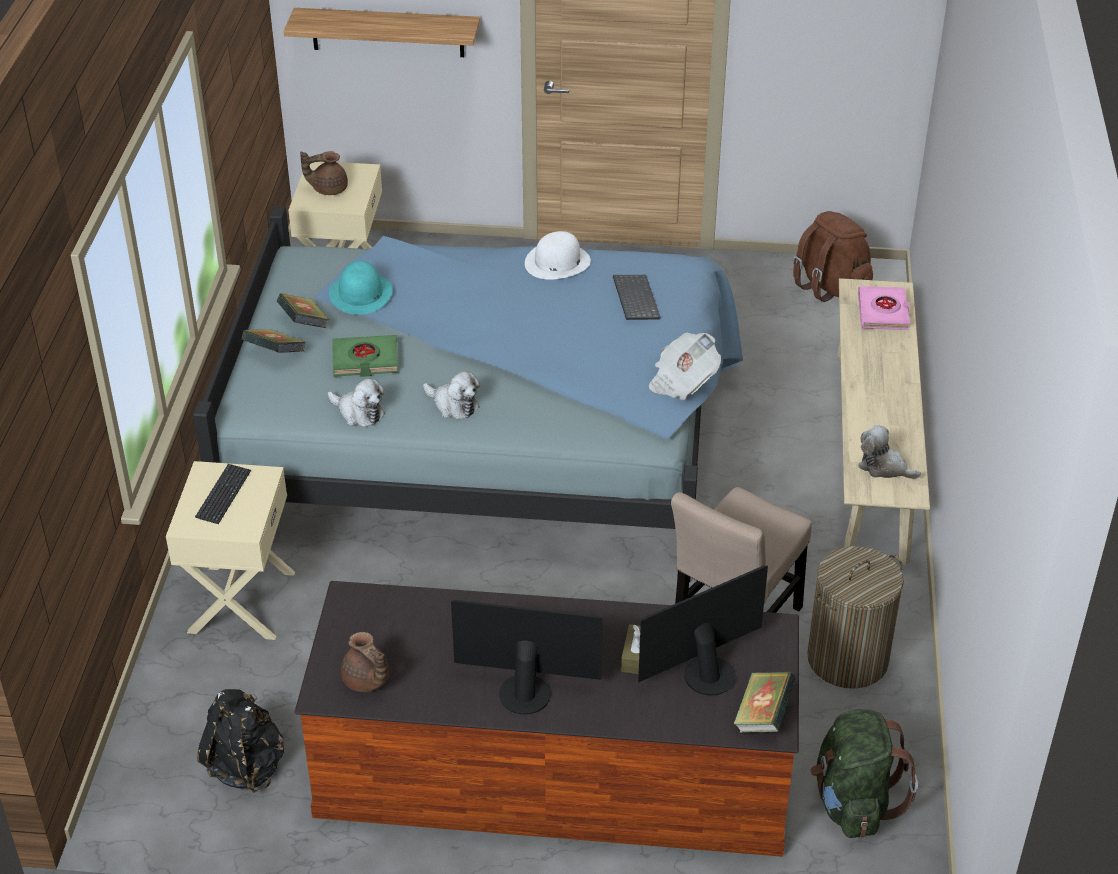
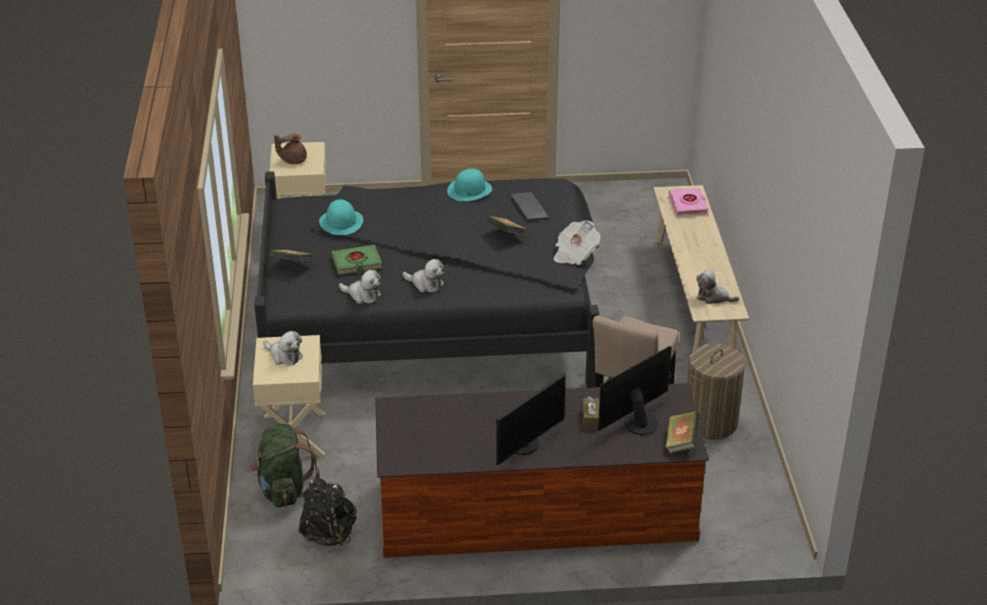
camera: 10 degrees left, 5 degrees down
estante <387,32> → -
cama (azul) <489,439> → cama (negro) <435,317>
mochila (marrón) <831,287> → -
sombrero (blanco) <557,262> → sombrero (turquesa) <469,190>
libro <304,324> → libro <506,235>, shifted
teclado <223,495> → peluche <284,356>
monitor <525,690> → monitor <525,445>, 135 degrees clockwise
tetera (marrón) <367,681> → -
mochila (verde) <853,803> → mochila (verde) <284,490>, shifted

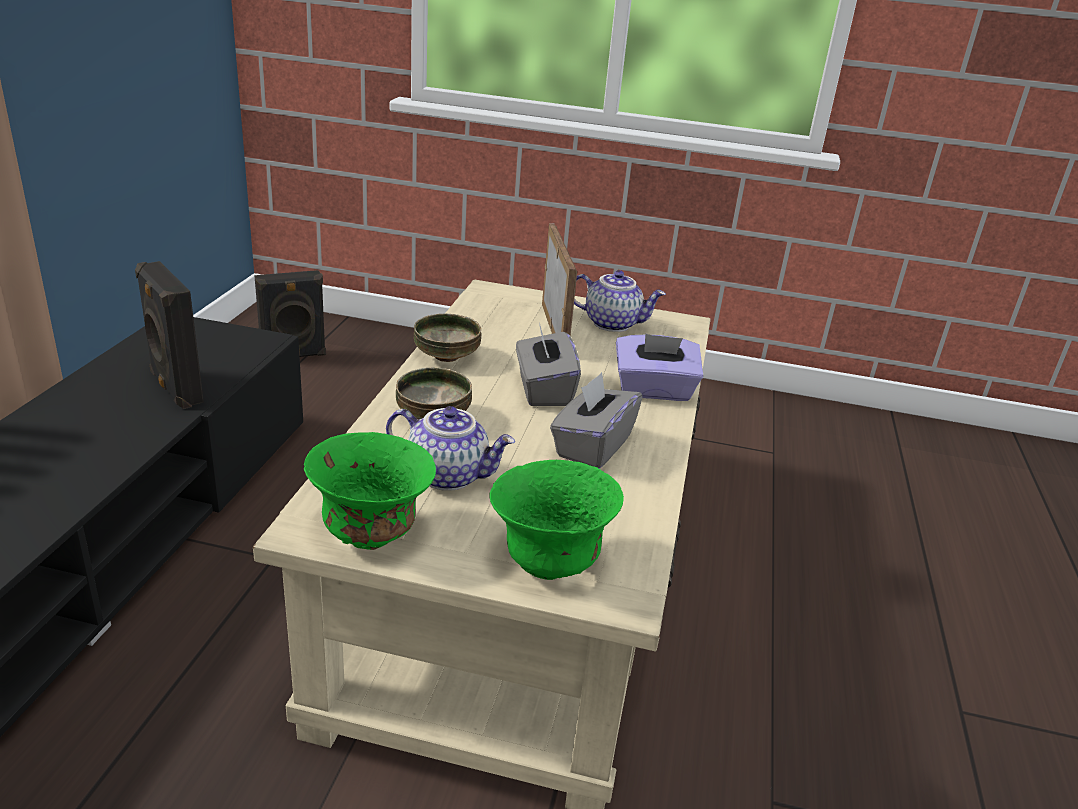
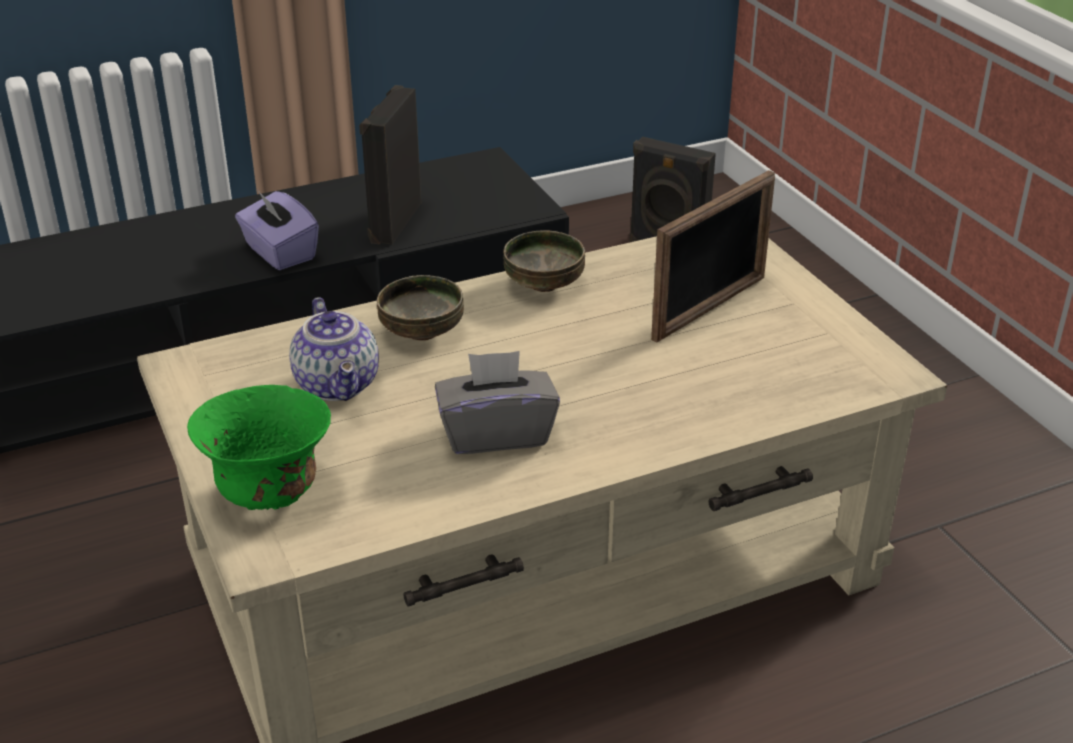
camera: 55 degrees right, 5 degrees up
tetera <613,323> → -
caja de pañuelos (gris) <543,390> → -
caja de pañuelos (morado) <654,391> → caja de pañuelos (morado) <279,253>, shifted
cuenco (verde) <371,533> → -

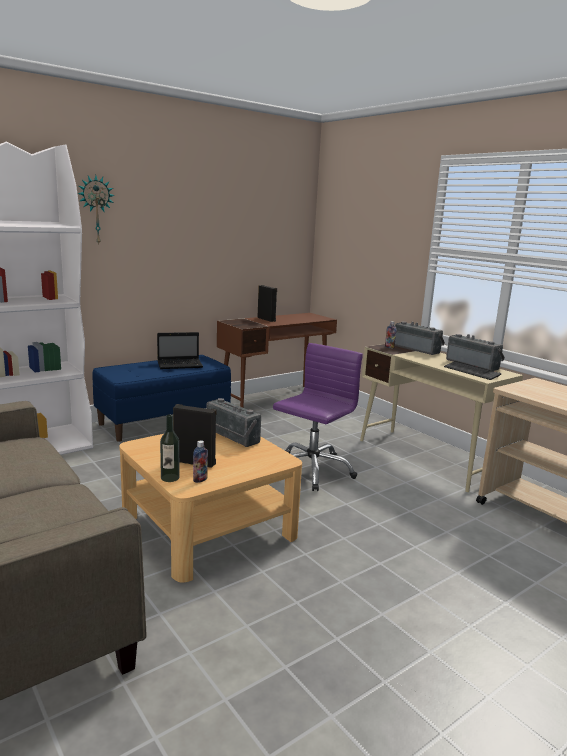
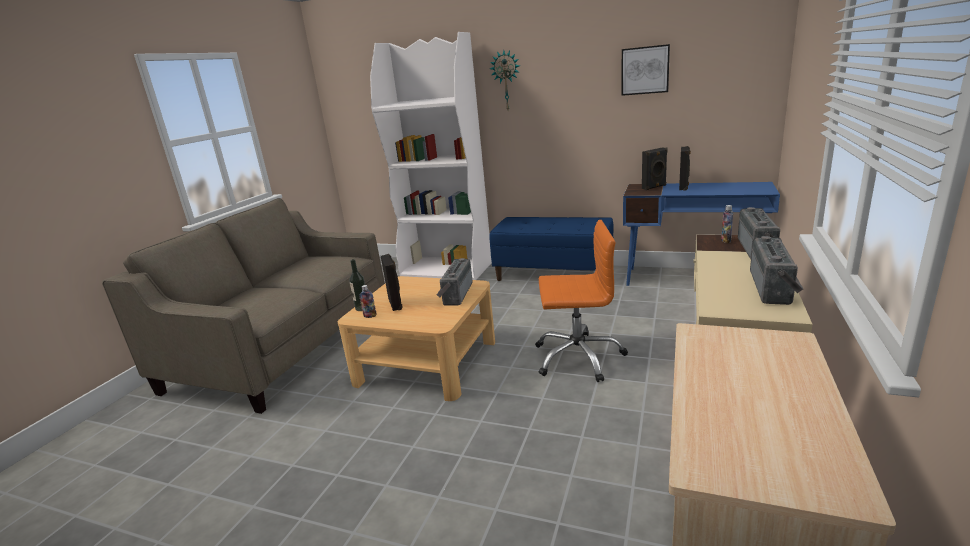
camera: 60 degrees right, 5 degrees up
escritorio (marrón) <275,399> → escritorio (azul) <692,279>
portátil <181,365> → -
silla de oficina (morado) <311,470> → silla de oficina (naranja) <578,357>
teclado <471,372> → -
- → cuadro <645,70>
- → altavoz (negro) <654,187>

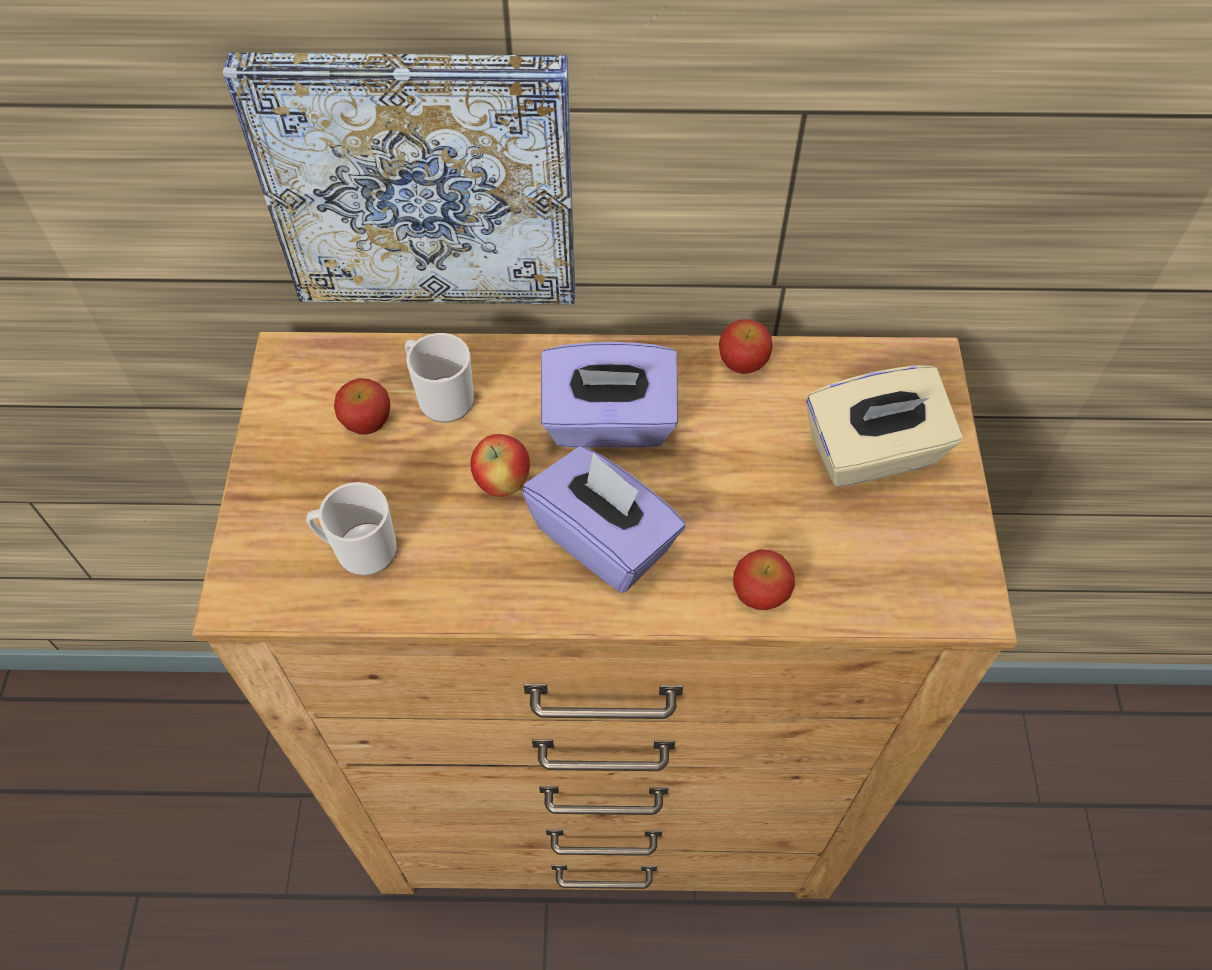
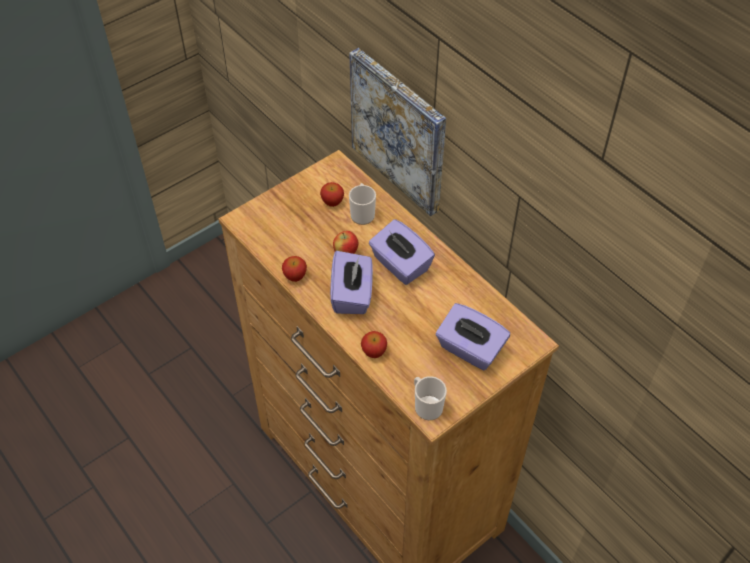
camera: 50 degrees right, 5 degrees down
manzana <743,363> → manzana <295,276>, shifted
caja de pañuelos (beis) <873,453> → caja de pañuelos (morado) <470,349>
taza grande <359,550> → taza grande <426,406>, shifted

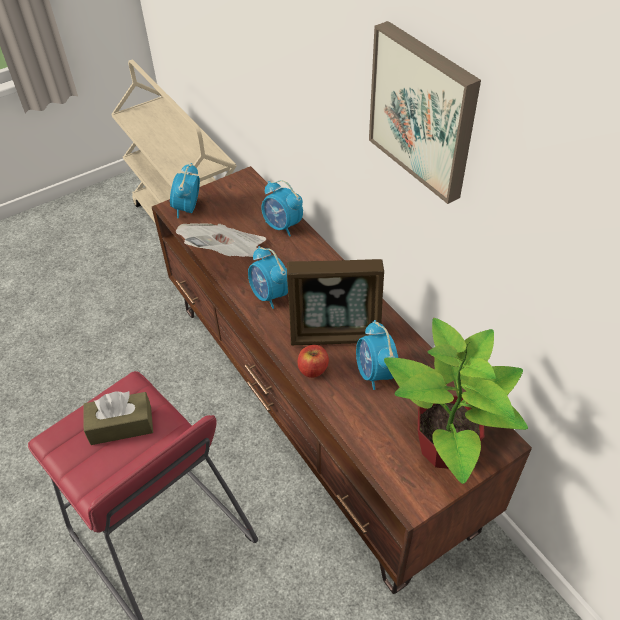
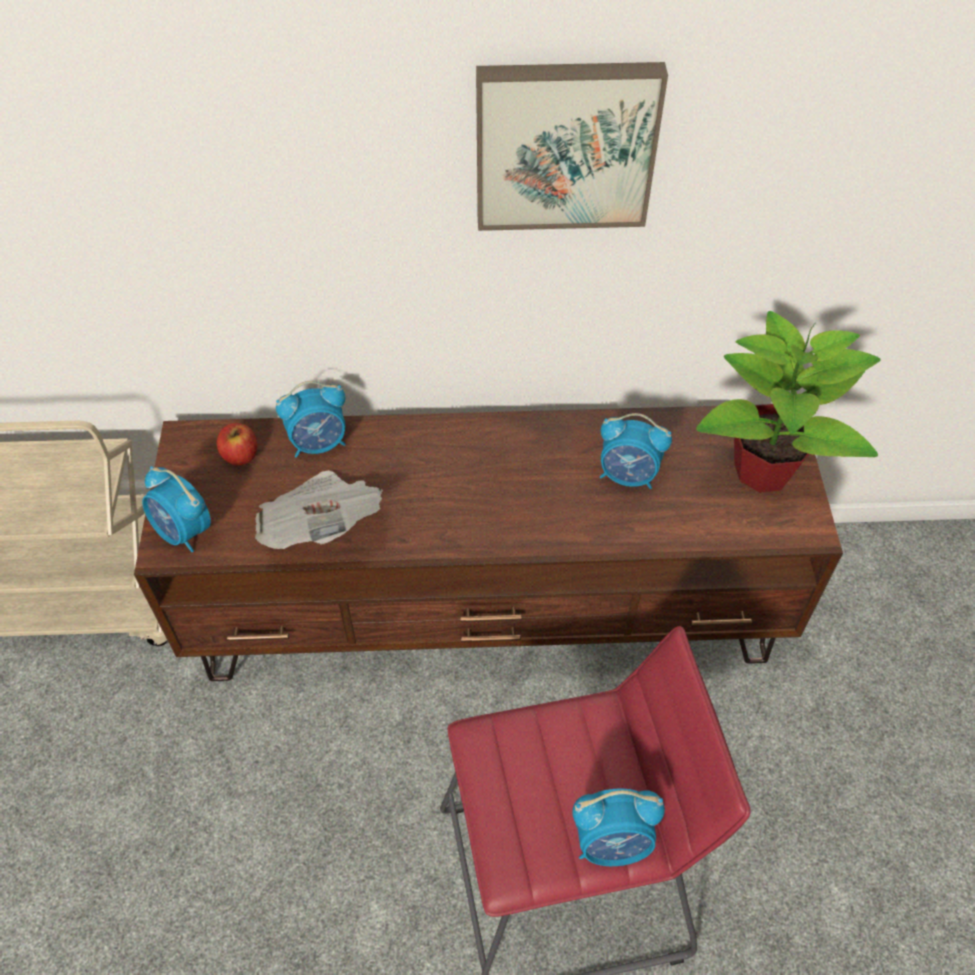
camera: 60 degrees left, 5 degrees up
despertador <269,295> → despertador <612,842>, shifted
portarretratos <335,333> → -
manzana <313,369> → manzana <240,455>, shifted
caja de pañuelos (marrón) <121,425> → -

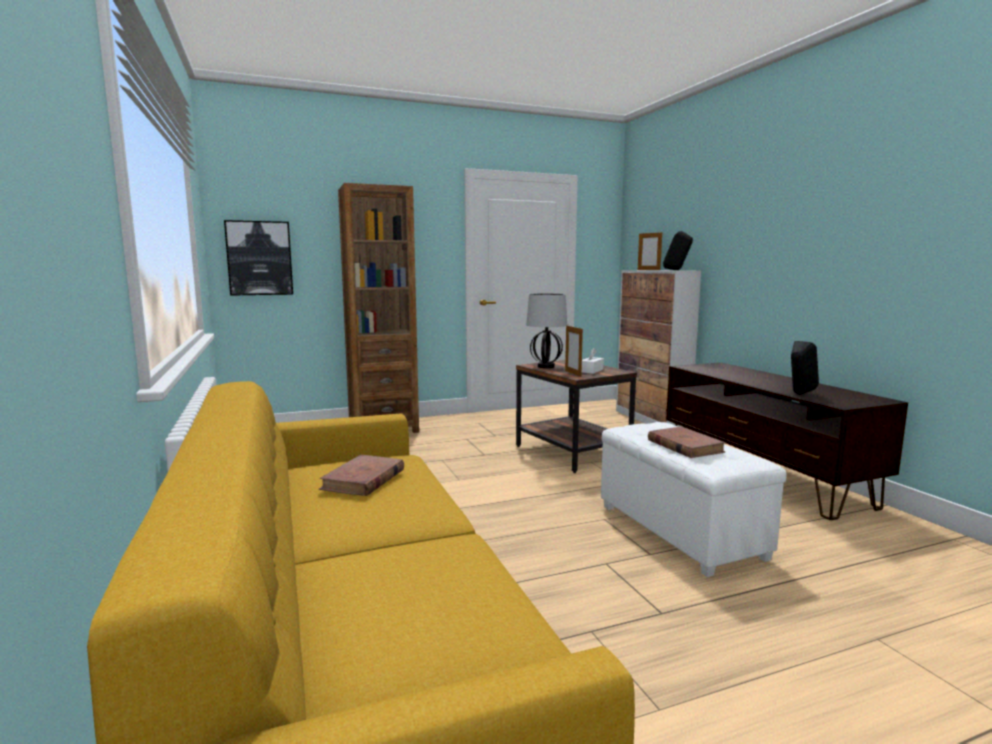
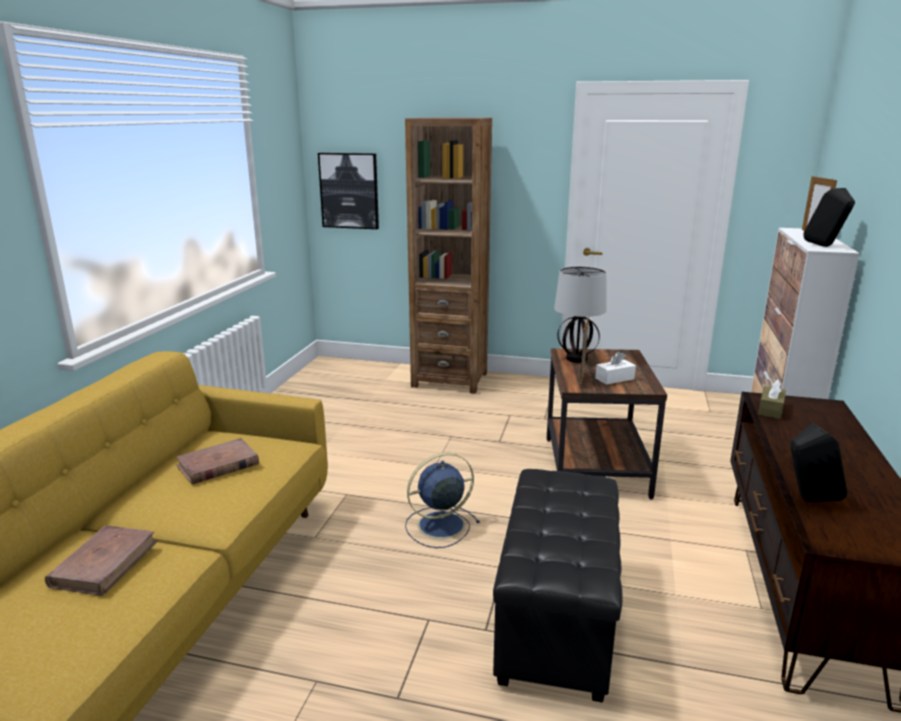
camera: 35 degrees right, 10 degrees up
puf (blanco) <680,532> → puf (negro) <558,618>
libro (marrón) <684,446> → libro (marrón) <105,563>, shifted
- → caja de pañuelos (marrón) <770,409>
- → ventilador (azul) <439,526>

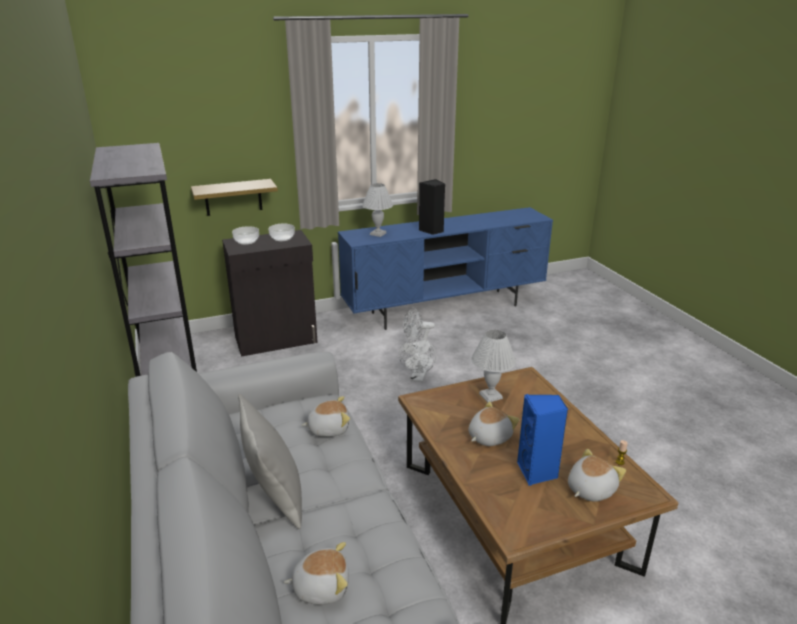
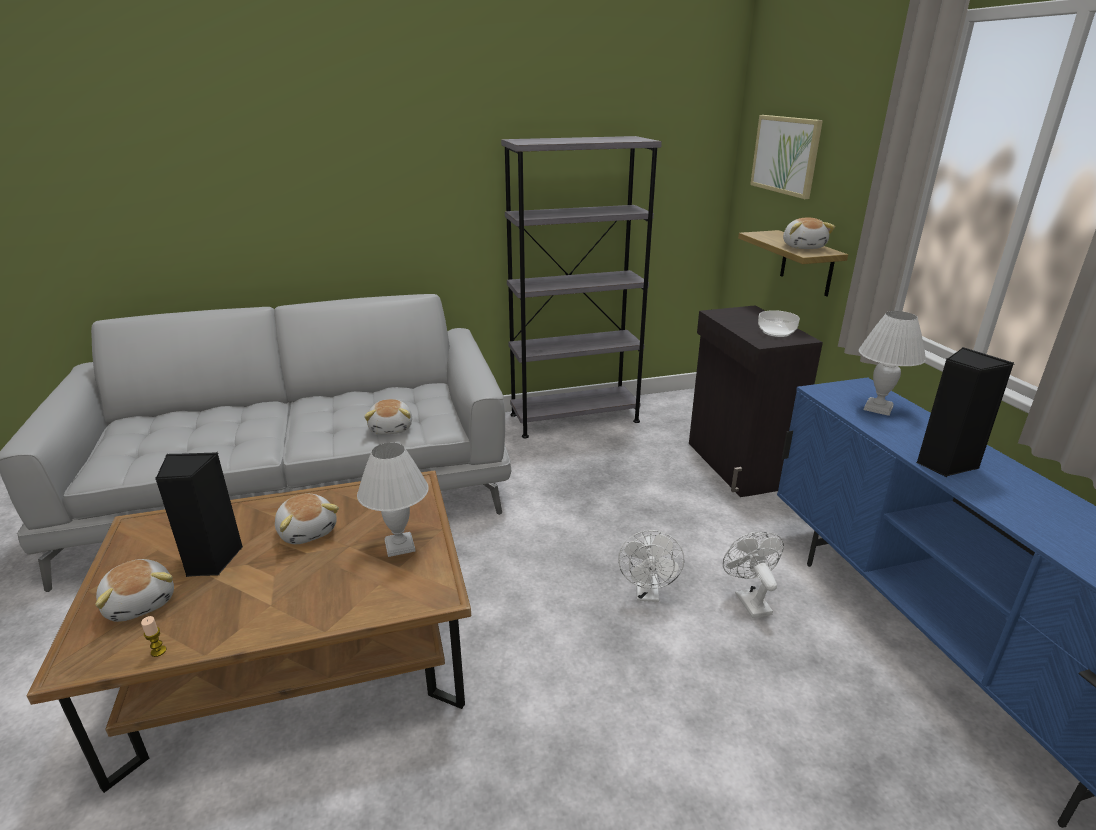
camera: 95 degrees right, 0 degrees up
cuenco <246,241> → -
ventilador (blanco) <418,378> → ventilador (blanco) <648,594>, 105 degrees counterclockwise
cojín (gris) <275,496> → -
altavoz (azul) <537,472> → altavoz (negro) <211,561>
peluche <321,587> → peluche <803,247>, shifted
- → cuadro <785,155>

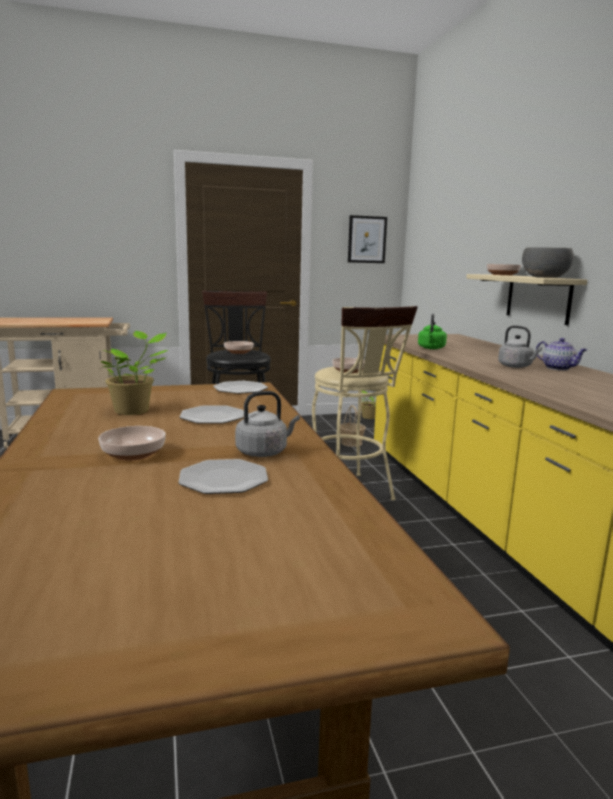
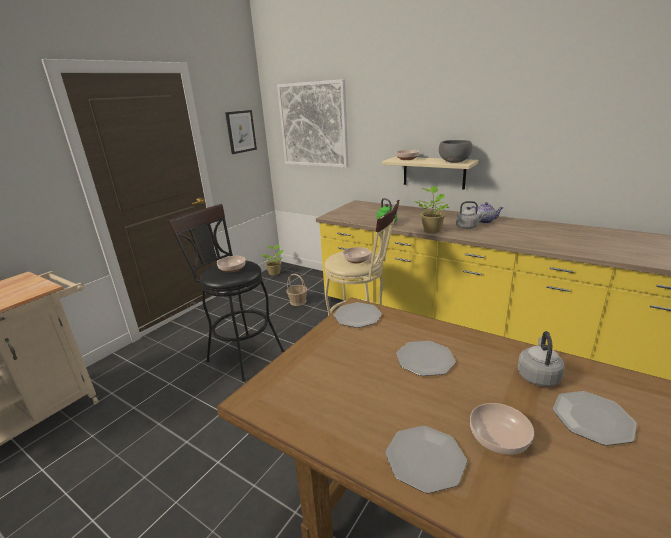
camera: 40 degrees left, 10 degrees up
planta en maceta <134,410> → planta en maceta <431,230>, shifted
- → cuadro <313,125>
- → plato <425,459>

